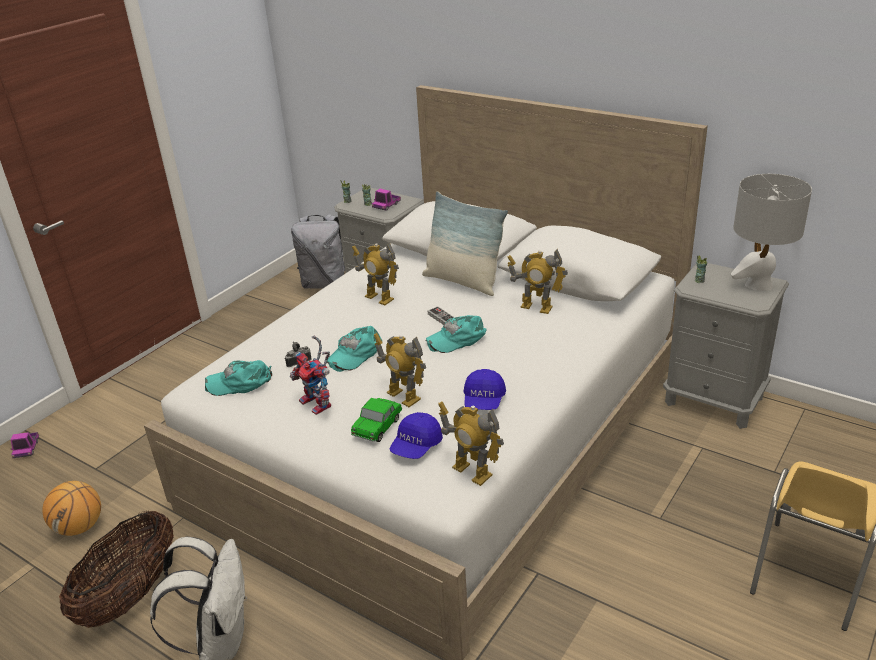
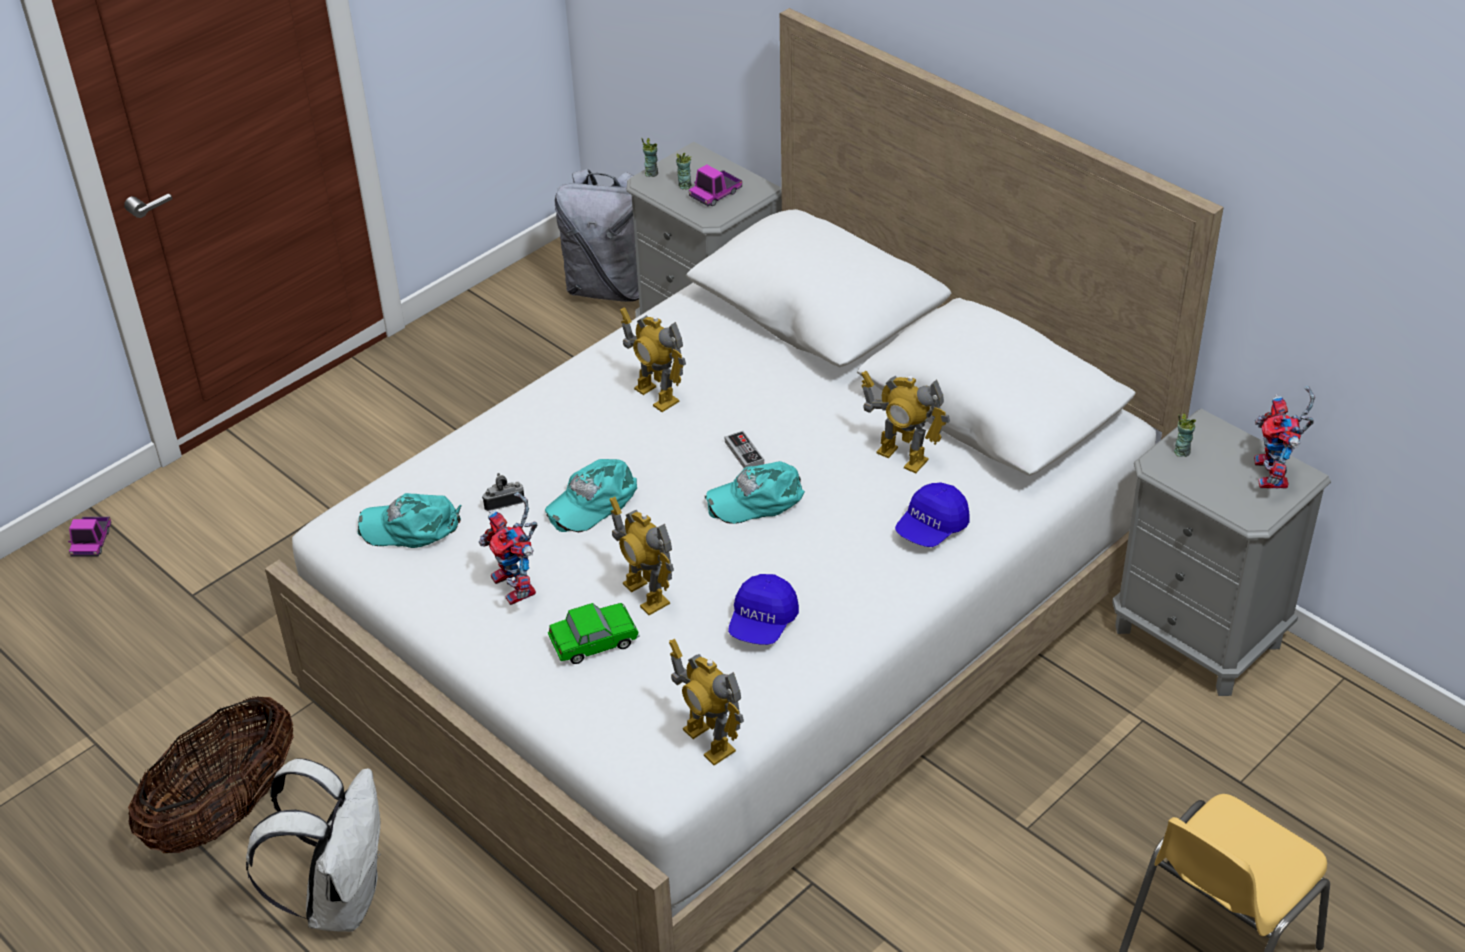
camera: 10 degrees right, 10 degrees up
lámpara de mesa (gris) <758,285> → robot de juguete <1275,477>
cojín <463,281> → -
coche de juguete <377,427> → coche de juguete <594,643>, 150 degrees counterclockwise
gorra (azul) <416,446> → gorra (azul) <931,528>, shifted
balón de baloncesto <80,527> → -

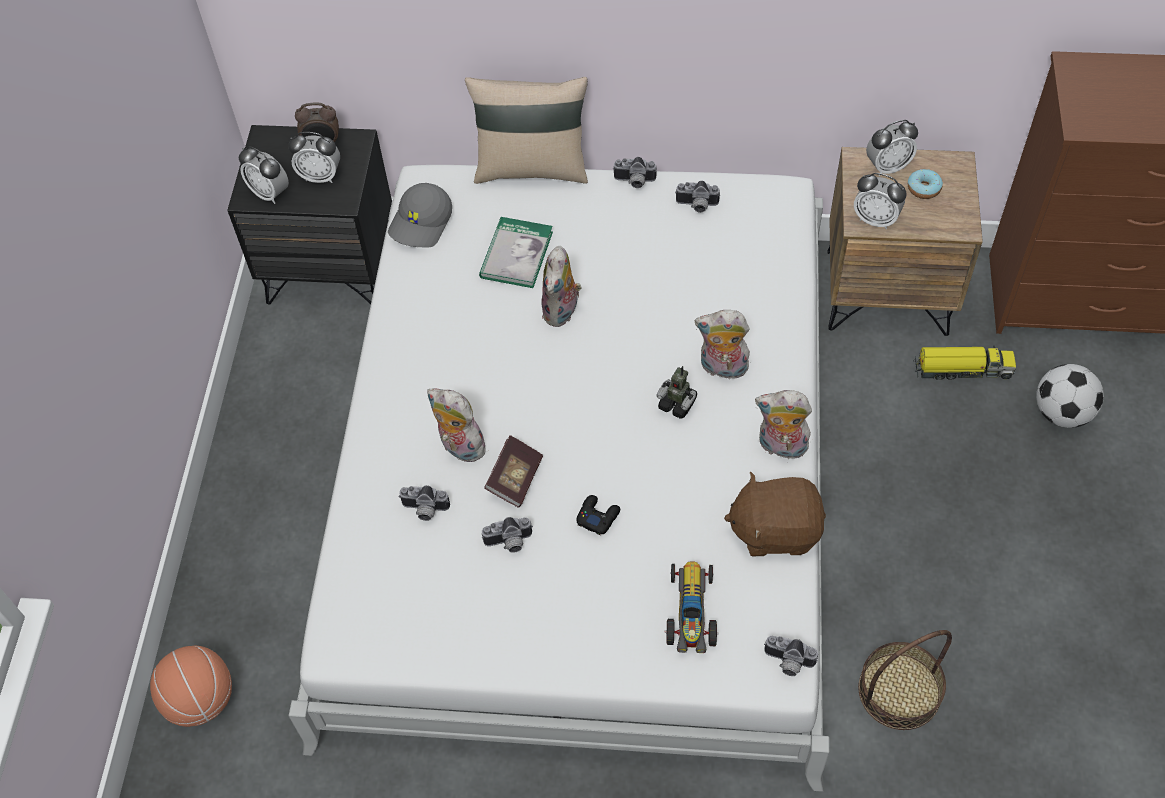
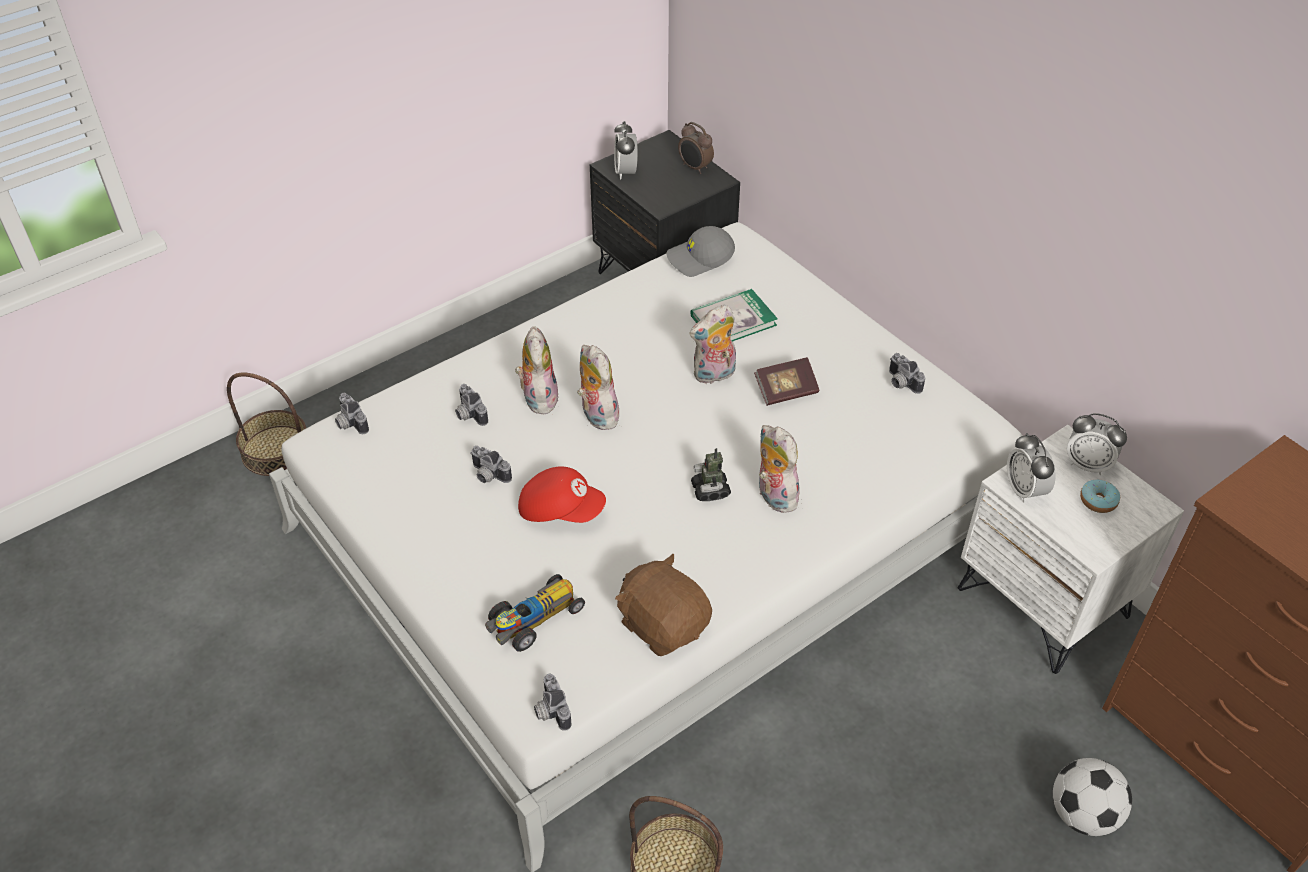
camera: 45 degrees right, 10 degrees down
cojín (beis) <532,167> → -
despertador <320,176> → -
mesita de noche (marrón) <887,291> → mesita de noche (blanco) <1043,602>
cámara <634,182> → cámara <349,423>, shifted
camión de juguete <962,369> → -
peluche <780,447> → peluche <596,415>, shifted
libro <515,478> → libro <786,391>, shifted
mando de consola (negro) <597,516> → gorra (rojo) <561,509>
balón de baloncesto <201,700> → cesta <276,451>

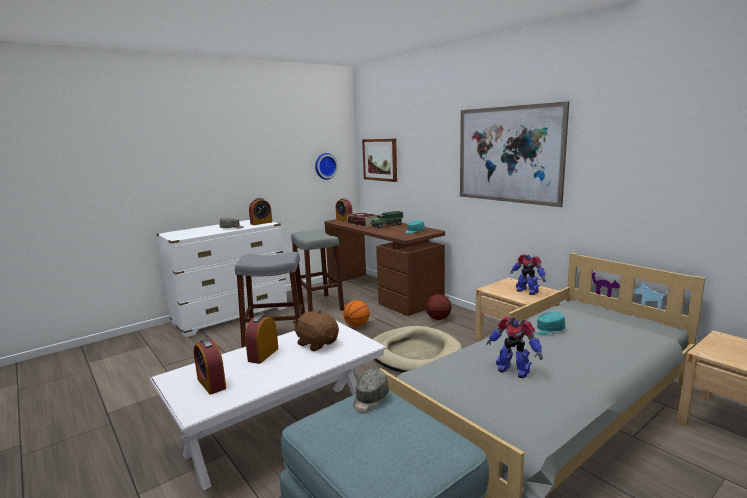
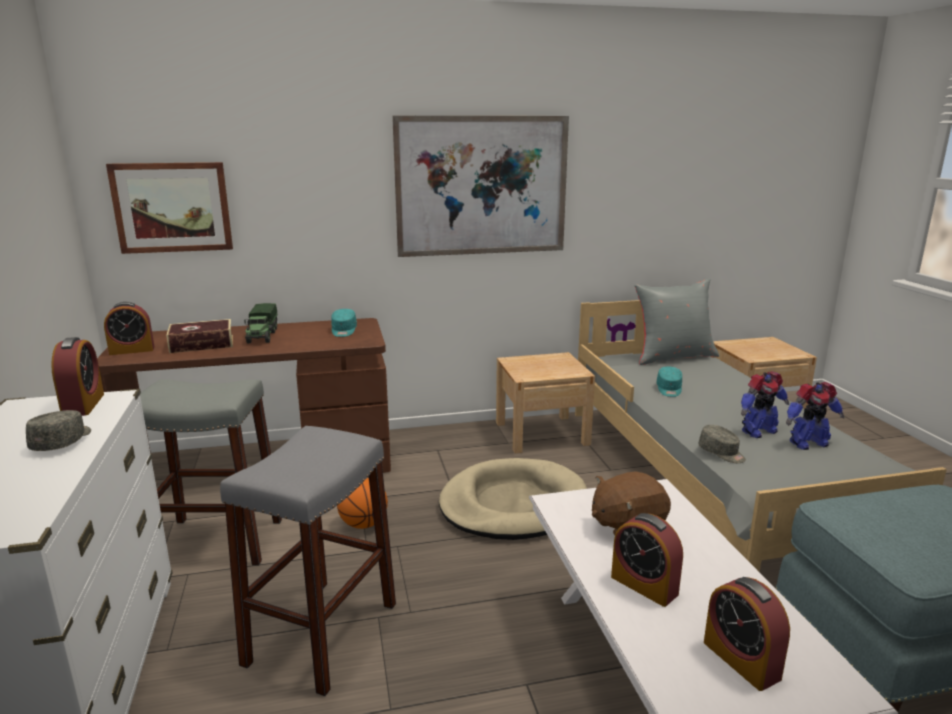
camera: 65 degrees left, 5 degrees up
reloj de pared <325,166> → -
robot de juguete <527,291> → robot de juguete <807,443>, shifted
balón de baloncesto <438,318> → -
despertador <211,384> → despertador <741,660>, 75 degrees clockwise
gorra (gris) <370,399> → gorra (gris) <721,453>, shifted
- → cojín (gris) <673,357>

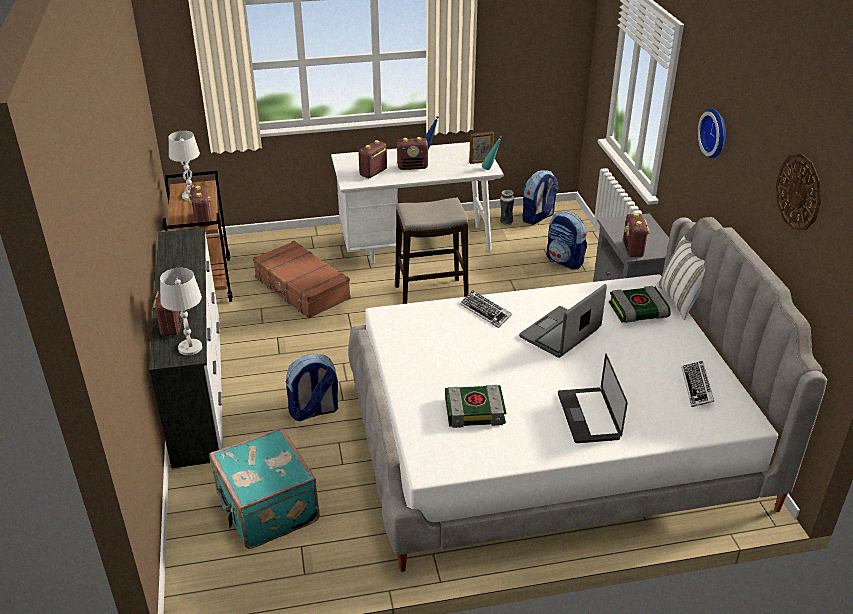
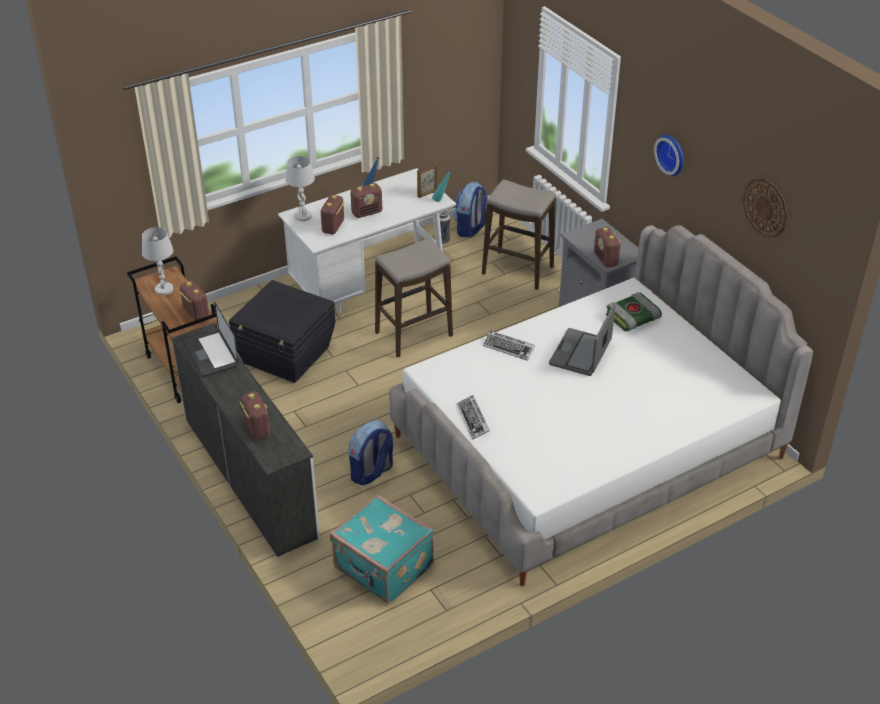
camera: 20 degrees left, 5 degrees up
mochila <565,261> → taburete <517,270>
cojín (blanco) <681,300> → -
maleta (marrón) <301,289> → caja de almacenaje (negro) <286,356>
lámpara de mesa (blanco) <190,348> → lámpara de mesa (blanco) <303,216>, shifted
portátil <588,416> → portátil <211,354>, shifted
teclado <697,387> → teclado <473,420>, shifted
libro <475,410> → -

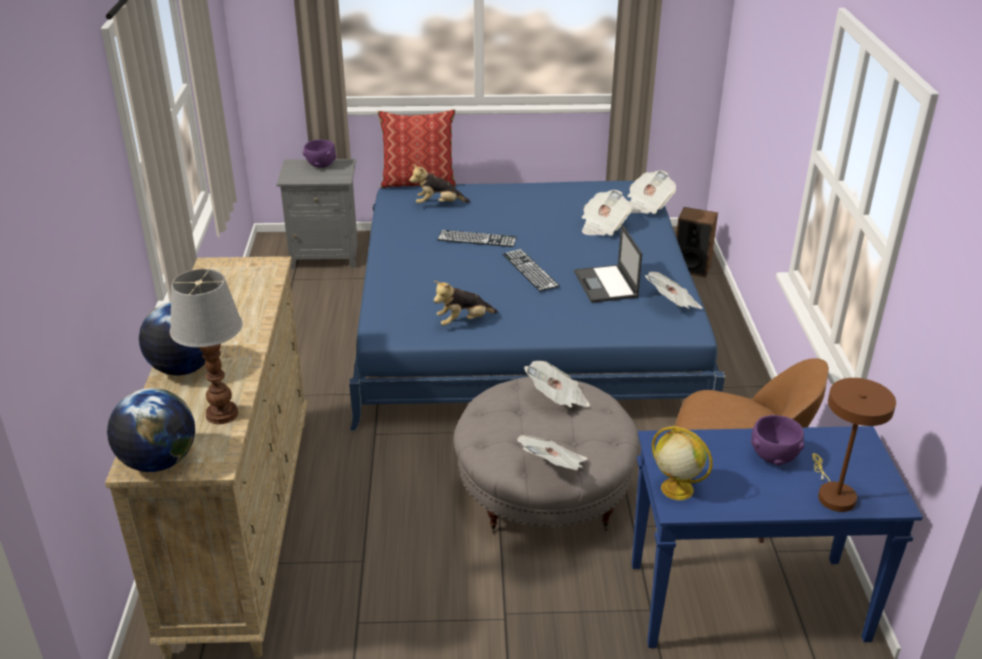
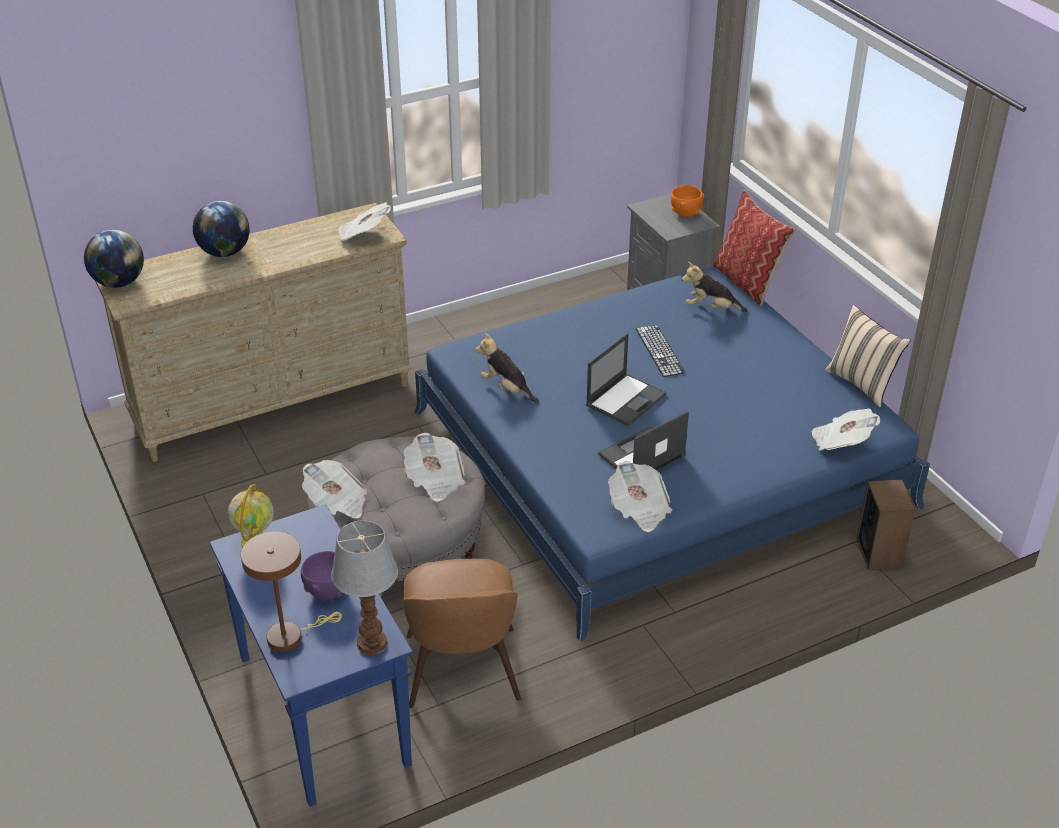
camera: 65 degrees right, 5 degrees up
cuenco (morado) <321,165> → cuenco (naranja) <685,213>
peluche <438,204> → peluche <711,308>, 45 degrees counterclockwise
periódico <603,226> → periódico <363,235>, shifted
teclado <530,270> → portátil <626,399>
lámpara de mesa <221,414> → lámpara de mesa <371,643>, shifted
- → cojín (beis) <862,383>

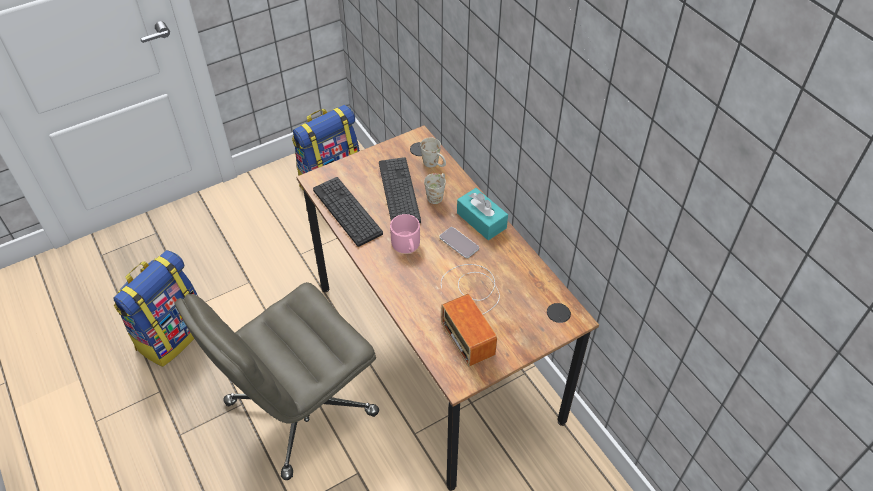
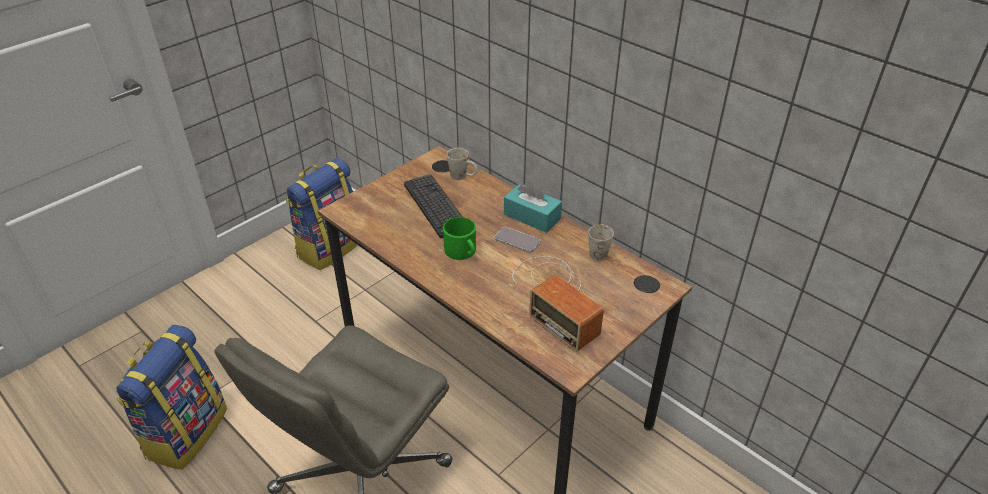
camera: 15 degrees left, 10 degrees down
taza grande (blanco) <437,195> → taza grande (blanco) <598,251>, shifted
teclado <347,211> → -
taza grande (rosa) <407,245> → taza grande (verde) <462,251>

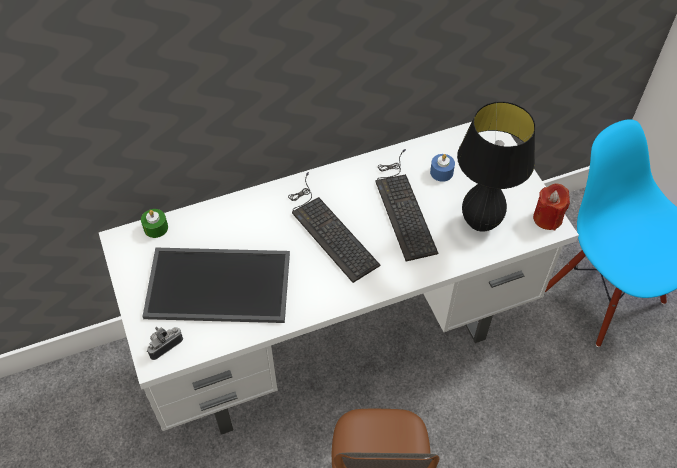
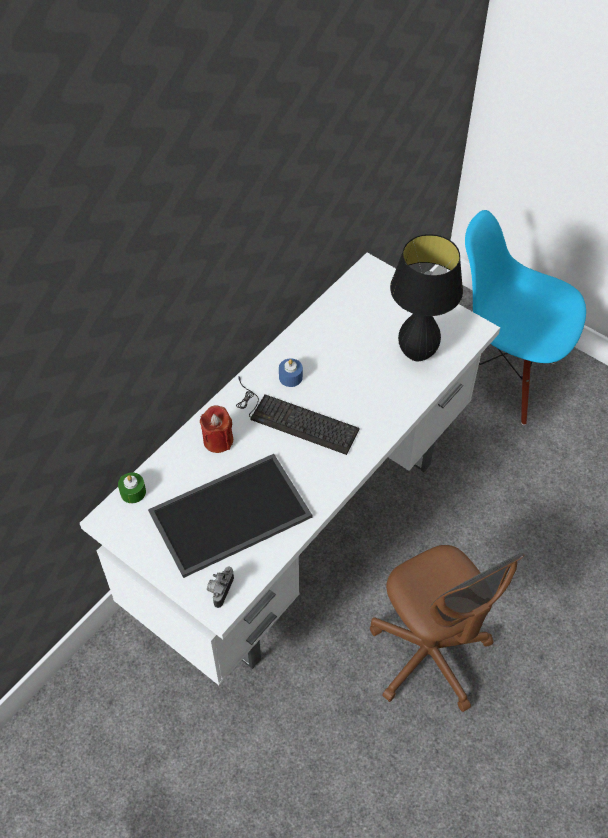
camera: 30 degrees left, 0 degrees up
teclado <403,206> → -
vela (azul) <441,172> → vela (azul) <290,377>, shifted
vela (rojo) <547,218> → vela (rojo) <218,440>, shifted

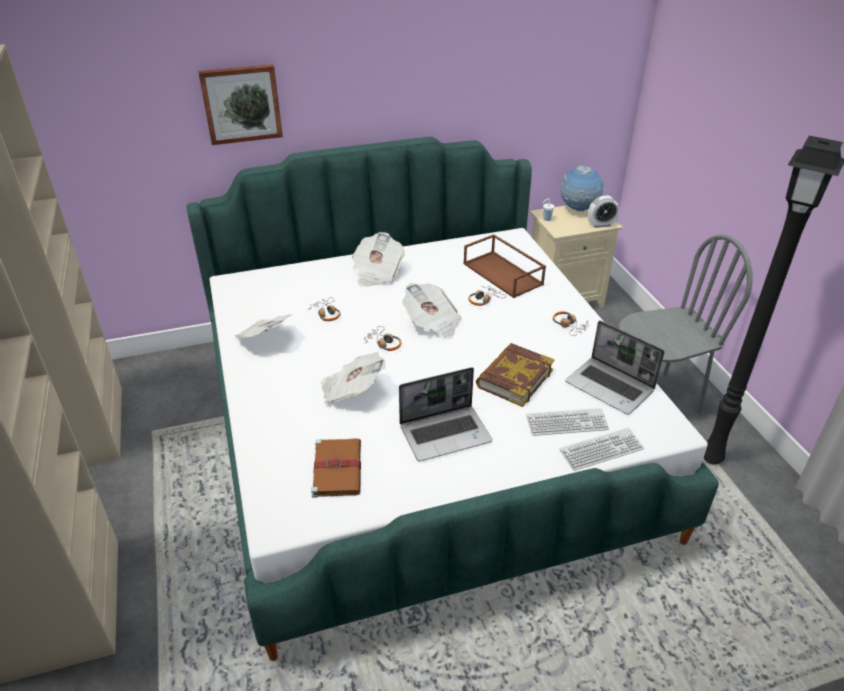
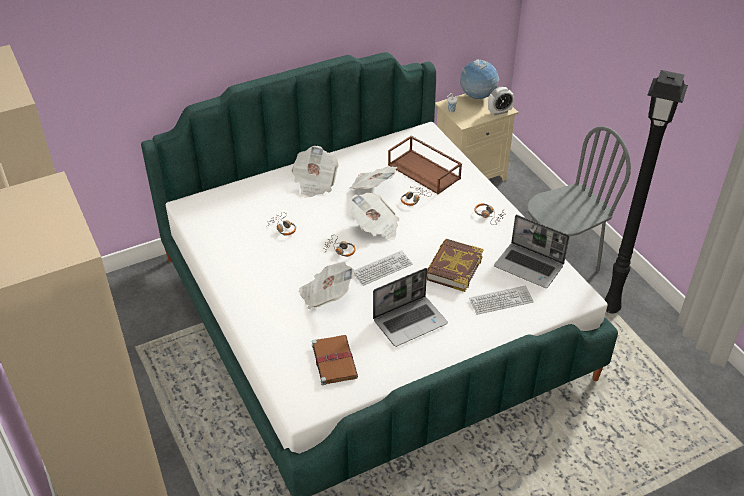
camera: 10 degrees left, 5 degrees up
cuadro <241,104> → -
periódico <265,338> → periódico <372,187>, shifted
teclado <601,450> → teclado <382,269>, shifted

